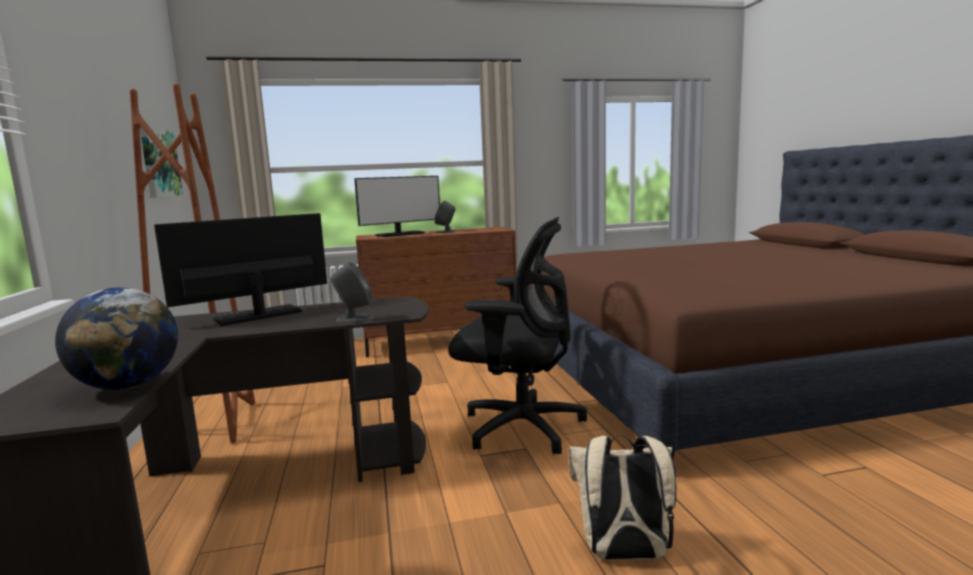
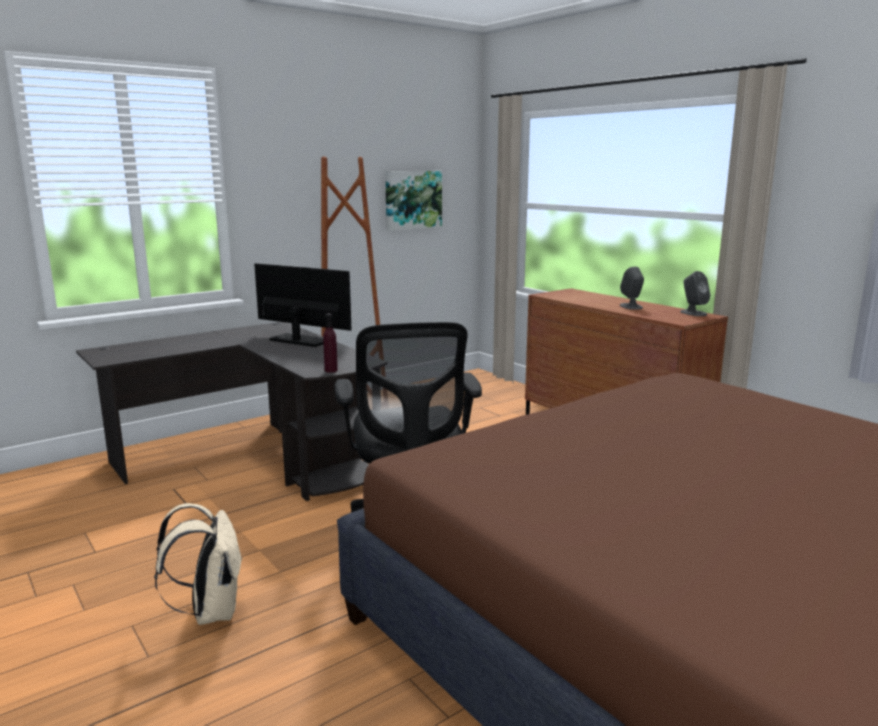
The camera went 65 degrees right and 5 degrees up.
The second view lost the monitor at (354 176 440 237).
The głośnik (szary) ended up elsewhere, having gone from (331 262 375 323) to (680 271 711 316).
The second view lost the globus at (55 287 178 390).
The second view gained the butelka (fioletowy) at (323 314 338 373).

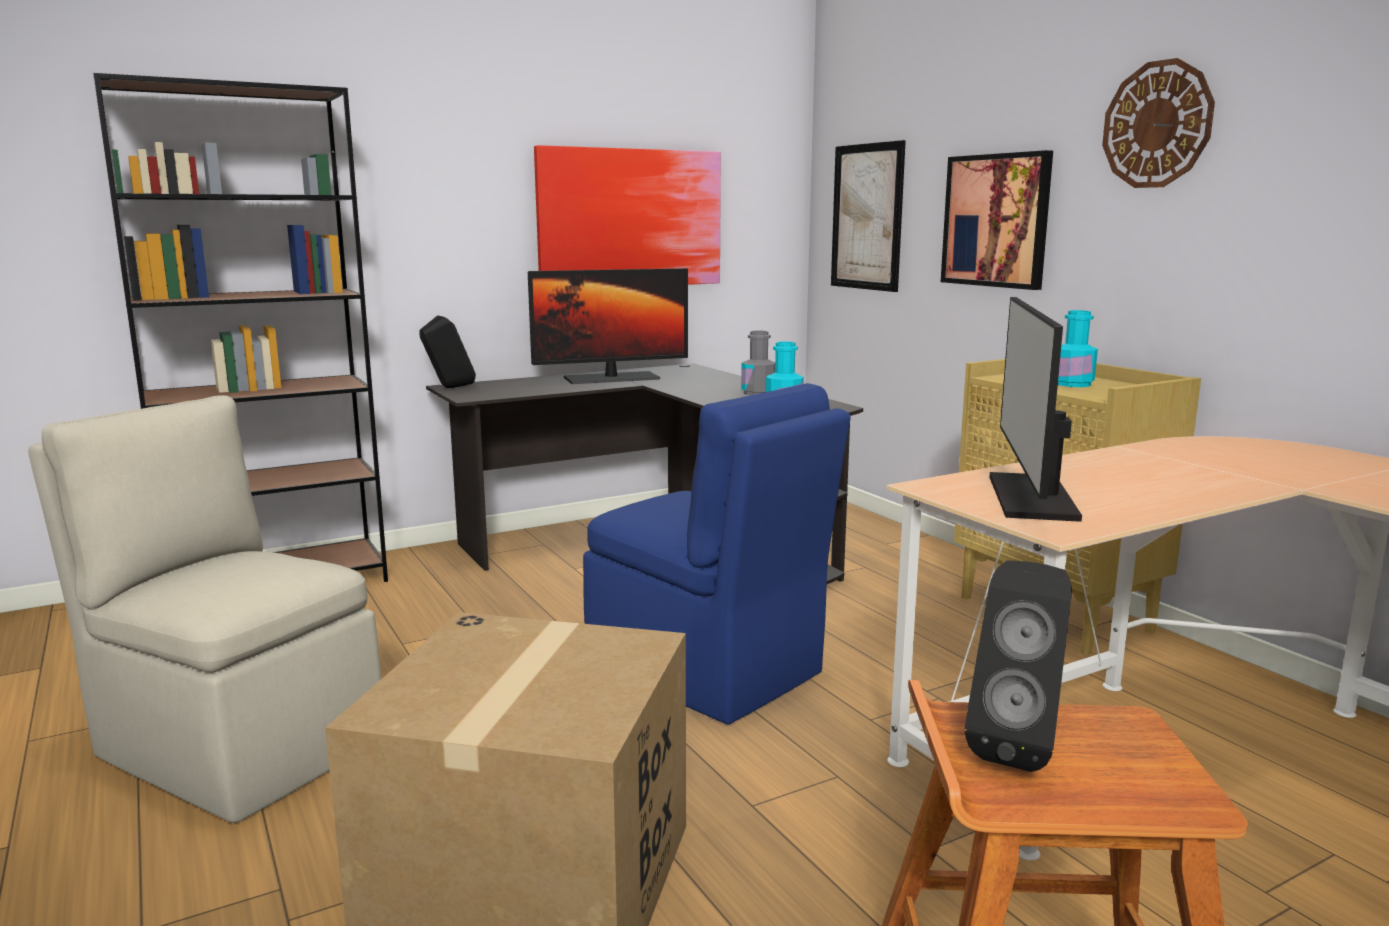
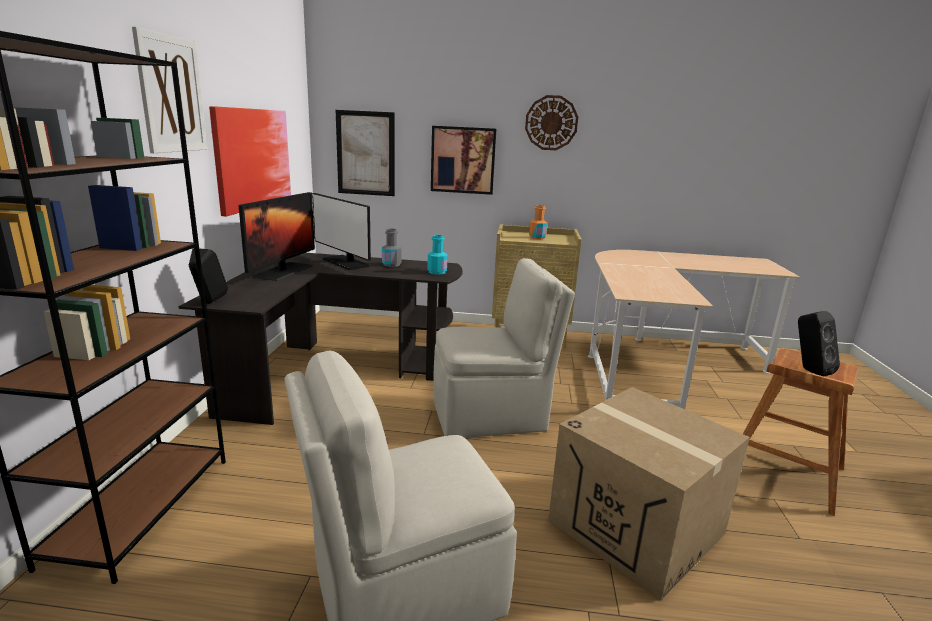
The camera went 55 degrees left and 5 degrees up.
The monitor ended up elsewhere, having gone from (989 297 1082 522) to (312 193 371 270).
What was the butelka (turkusowy) at (1058 310 1098 387) turned into the butelka (pomarańczowy) at (529 205 548 239).
What was the krzesło (niebieski) at (583 383 851 724) turned into the krzesło (beżowy) at (433 258 575 438).
The second view gained the obraz at (132 27 207 153).

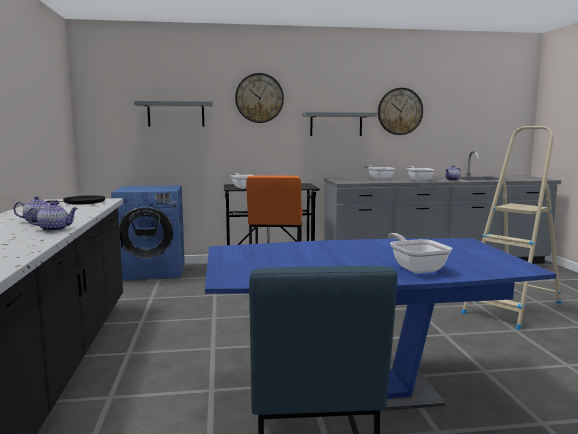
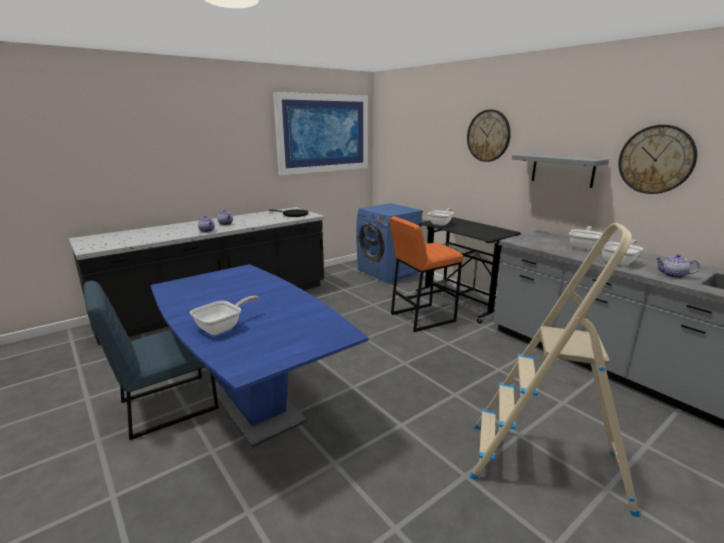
The camera went 60 degrees right and 10 degrees up.
The second view lost the półka (szary) at (134 101 213 127).
The second view gained the obraz at (273 92 368 175).

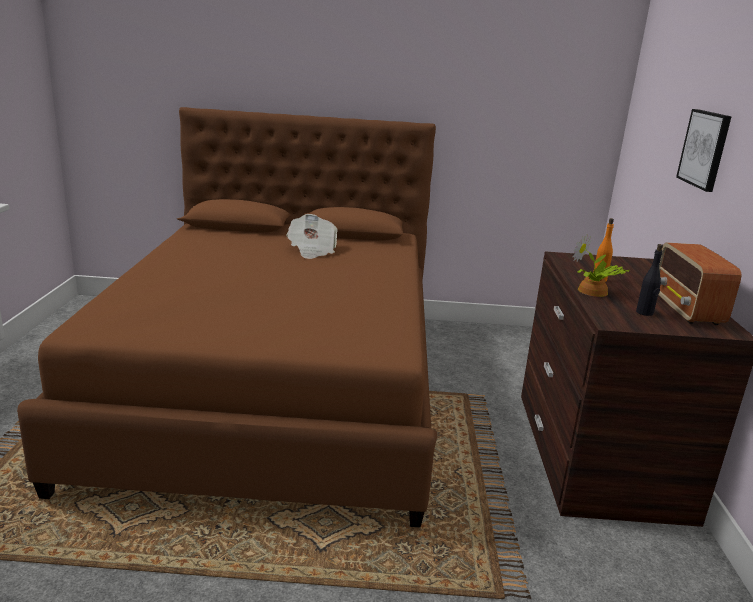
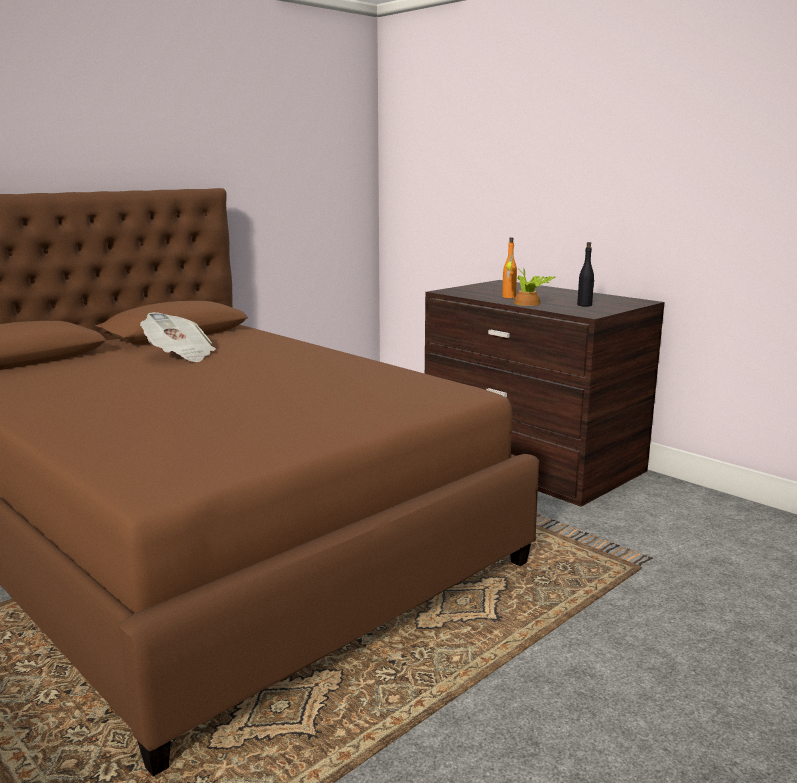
The camera went 45 degrees left and 5 degrees down.
The second view lost the obraz at (676 109 732 192).
The second view lost the radio at (658 242 742 325).

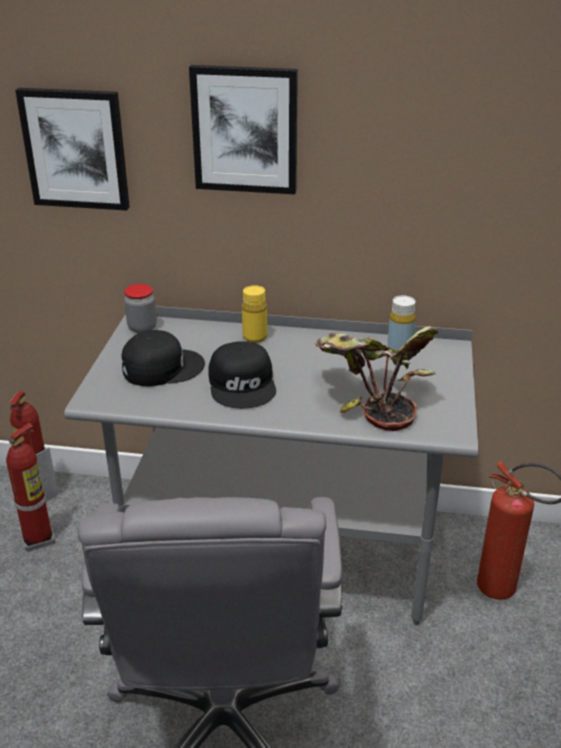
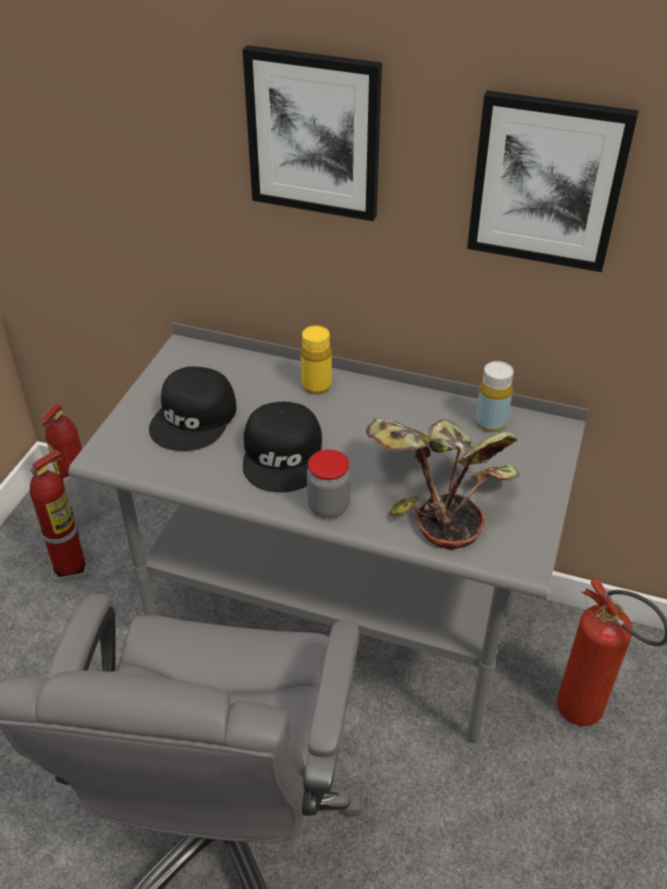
The camera went 10 degrees right and 10 degrees up.
The obraz ended up elsewhere, having gone from (15 88 130 210) to (467 90 639 272).
The słoik ended up elsewhere, having gone from (124 284 157 333) to (307 449 351 518).
The czapka z daszkiem (czarny) at (121 330 205 386) ended up facing another way, 120 degrees clockwise from before.

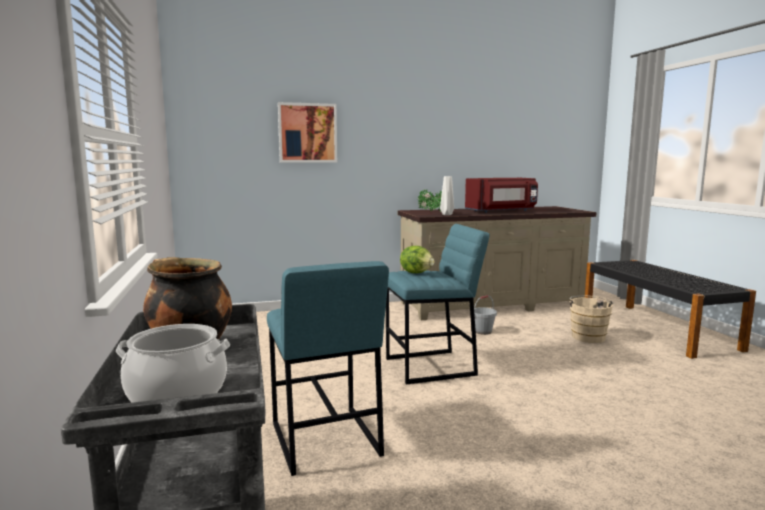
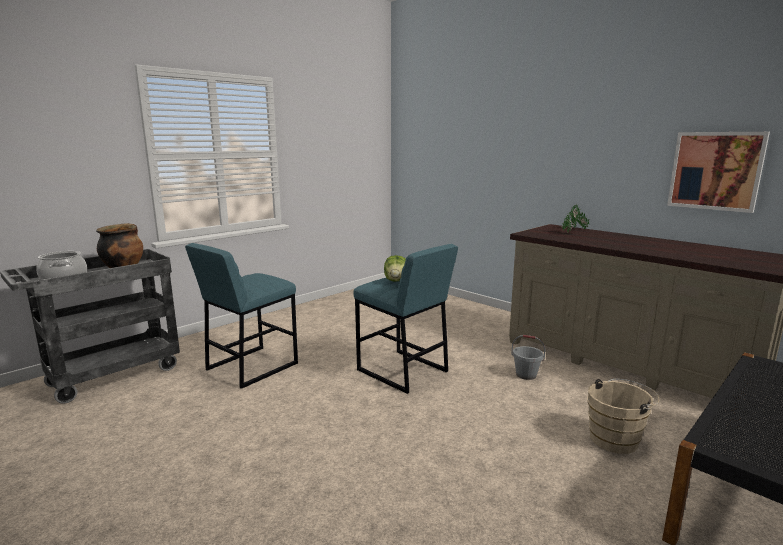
The camera went 60 degrees right and 5 degrees up.
The obraz ended up elsewhere, having gone from (278 102 337 162) to (667 132 770 213).
The second view lost the wazon (szary) at (440 176 454 215).
The second view lost the mikrofalówka (czerwony) at (465 178 538 213).

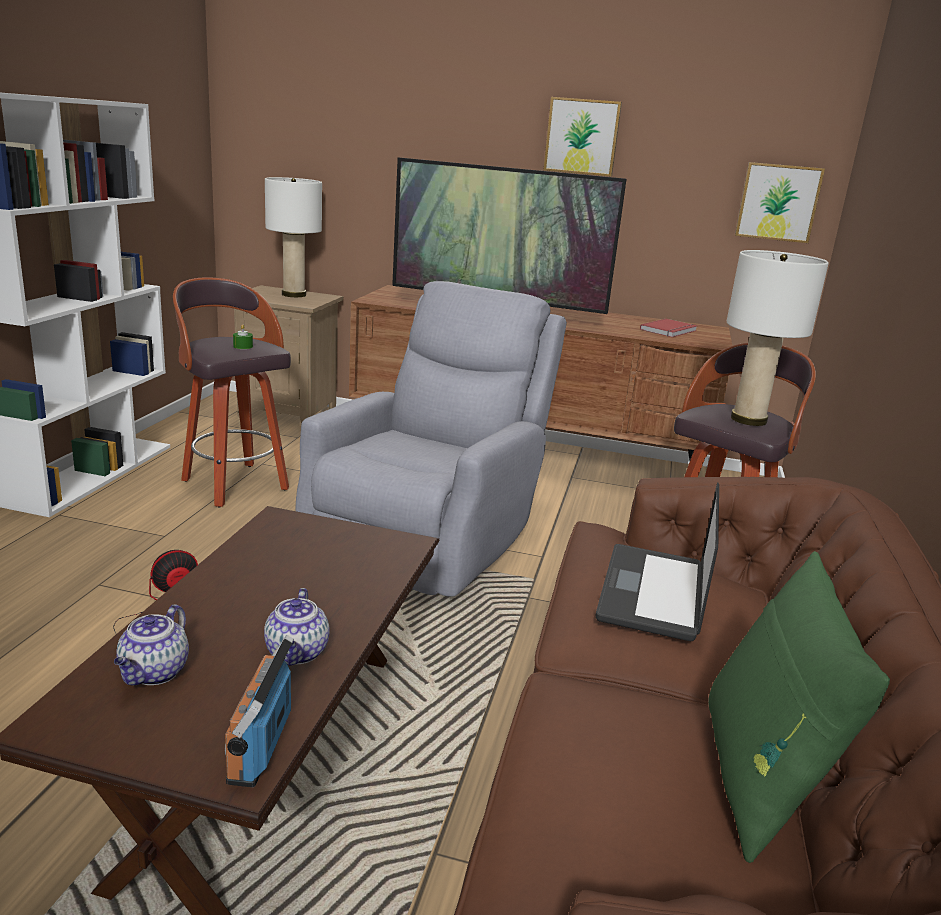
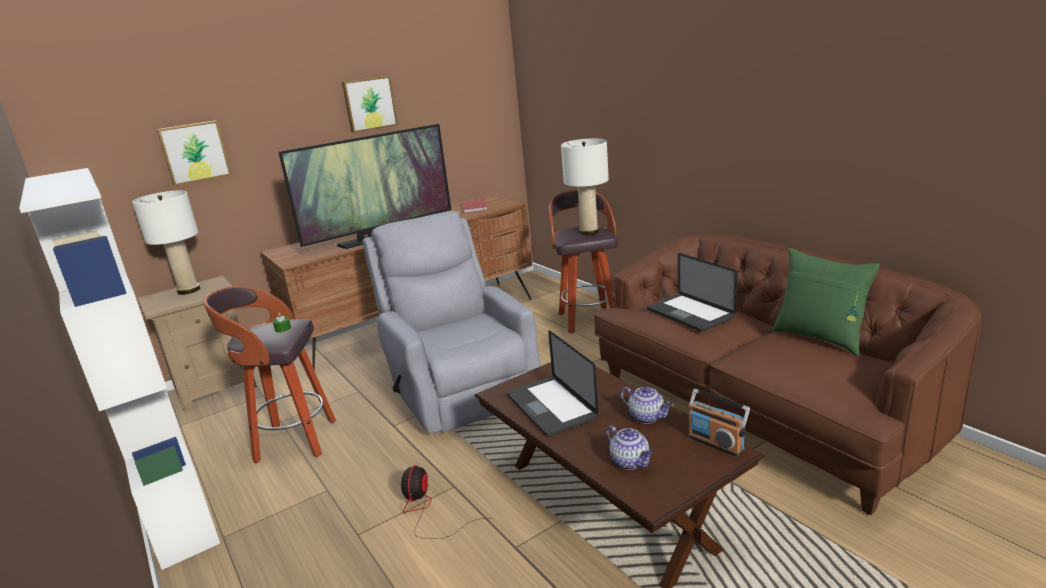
The camera went 45 degrees left and 0 degrees up.
The obraz ended up elsewhere, having gone from (735 162 825 243) to (157 120 232 185).
The second view gained the laptop at (507 330 598 437).

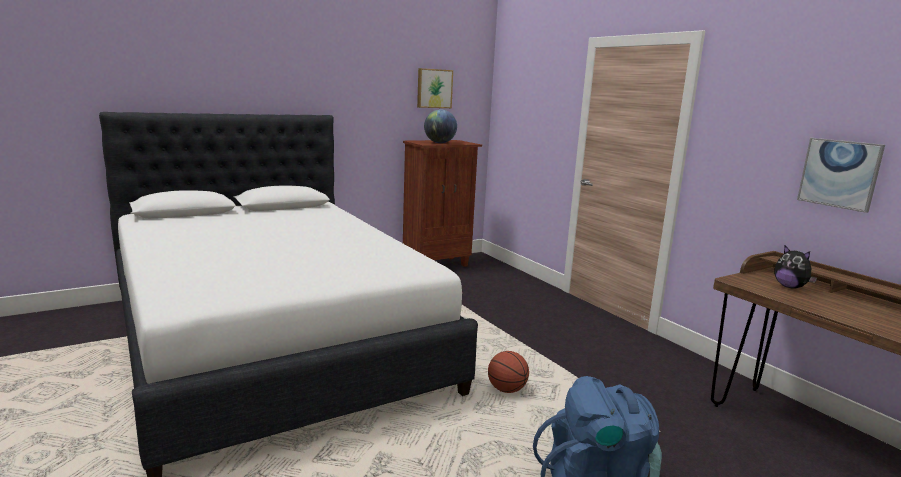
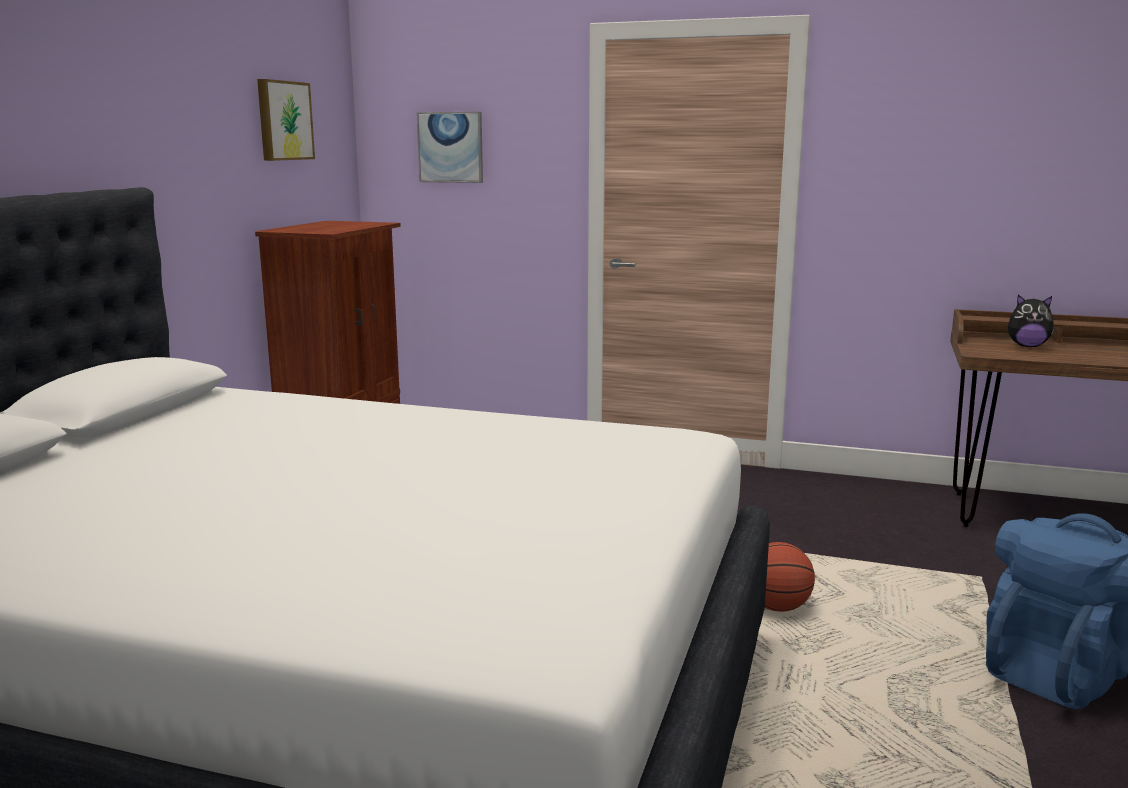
The camera went 40 degrees left and 0 degrees up.
The second view lost the globus at (424 109 457 143).
The obraz ended up elsewhere, having gone from (797 138 885 213) to (417 112 483 183).

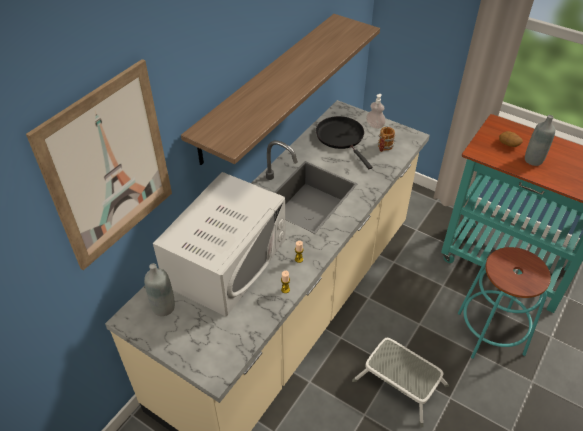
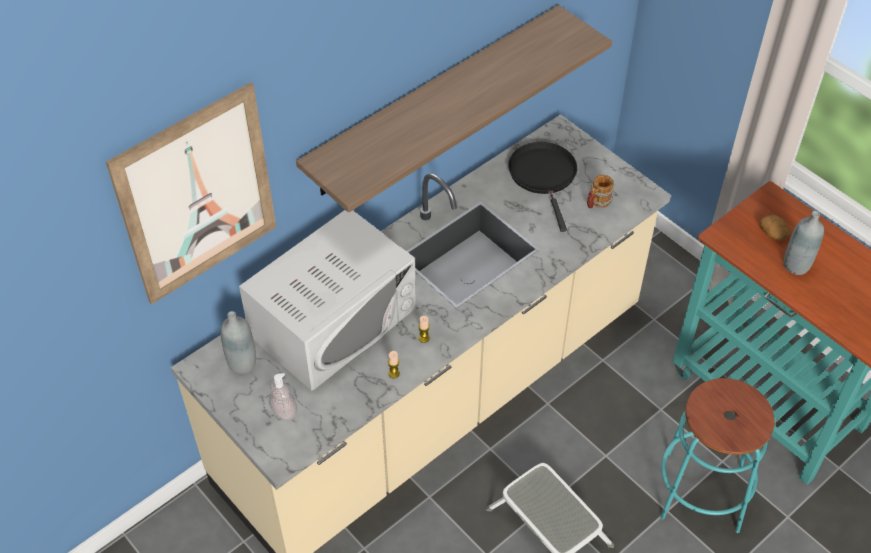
The camera went 15 degrees right and 5 degrees up.
The dozownik mydła ended up elsewhere, having gone from (366 94 386 129) to (269 373 297 421).

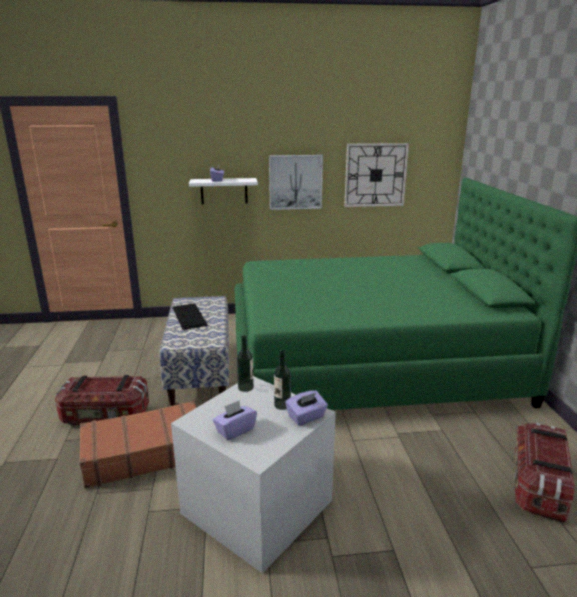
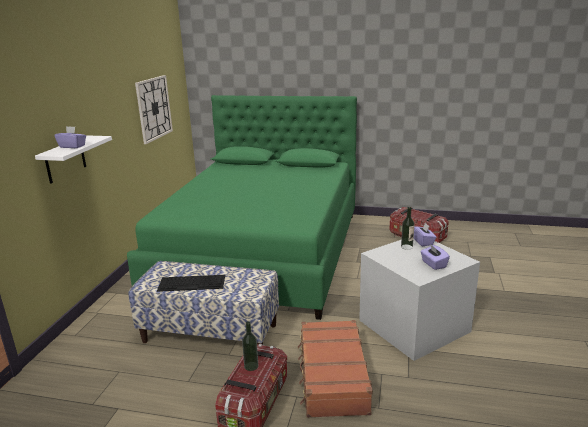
The camera went 70 degrees left and 0 degrees up.
The second view lost the obraz at (269 155 323 210).
The butelka ended up elsewhere, having gone from (237 335 254 392) to (242 321 258 371).

